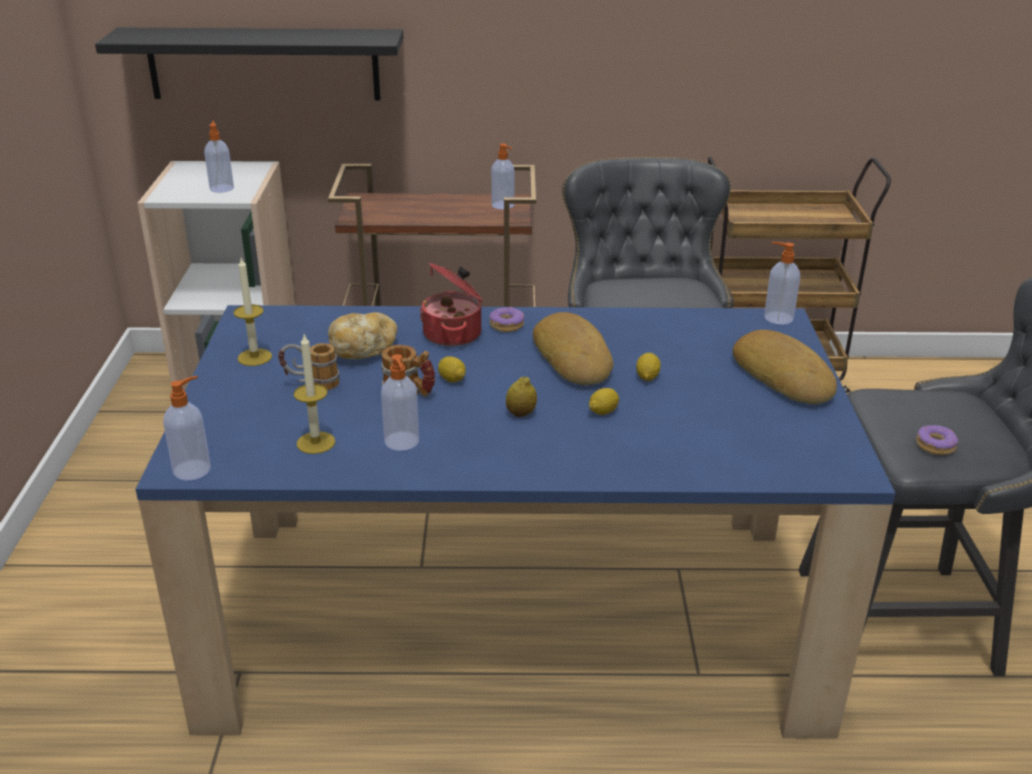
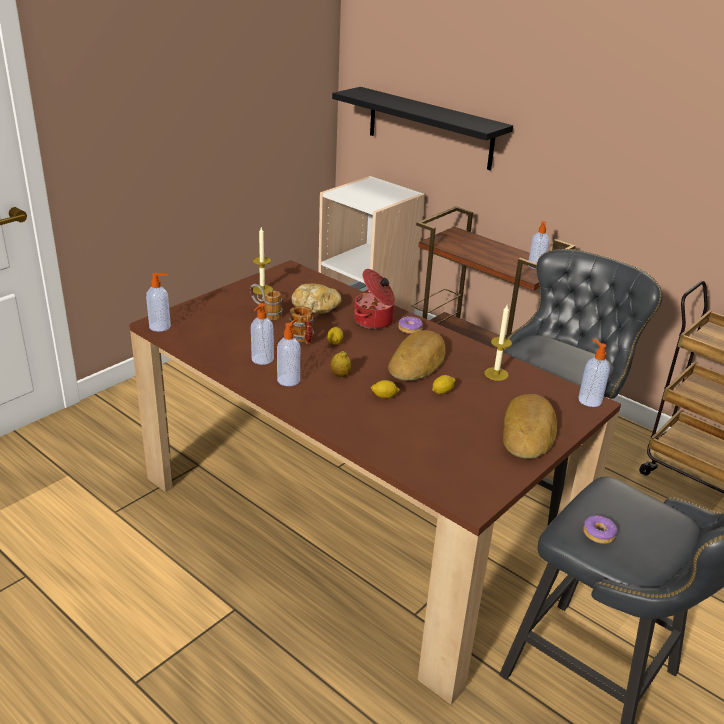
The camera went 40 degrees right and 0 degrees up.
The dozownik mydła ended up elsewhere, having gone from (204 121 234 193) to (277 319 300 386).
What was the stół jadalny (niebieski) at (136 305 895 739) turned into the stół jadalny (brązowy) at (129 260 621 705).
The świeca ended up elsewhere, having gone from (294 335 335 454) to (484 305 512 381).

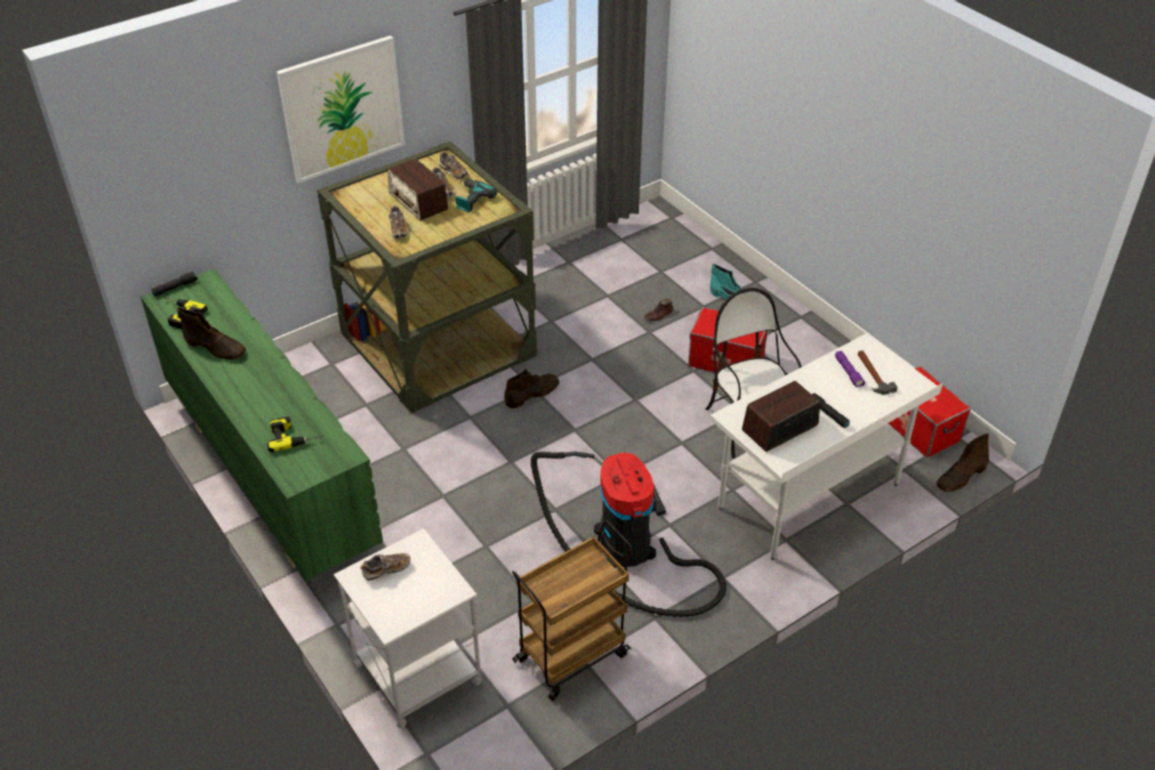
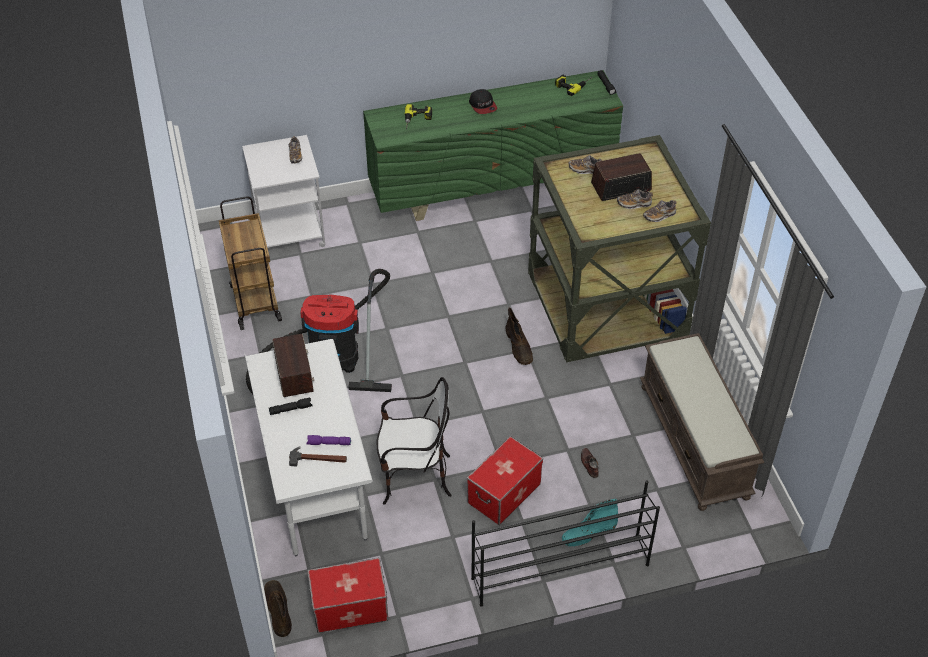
The camera went 110 degrees right and 5 degrees up.
The second view lost the obraz at (276 35 405 183).
The second view lost the wiertarka at (456 178 497 213).
The second view lost the but z cholewką (brązowy) at (177 308 246 360).
The second view gained the czapka z daszkiem at (469 89 497 114).
The second view gained the ławka (brązowy) at (640 333 764 511).
The second view gained the regał na buty (czarny) at (471 480 660 607).

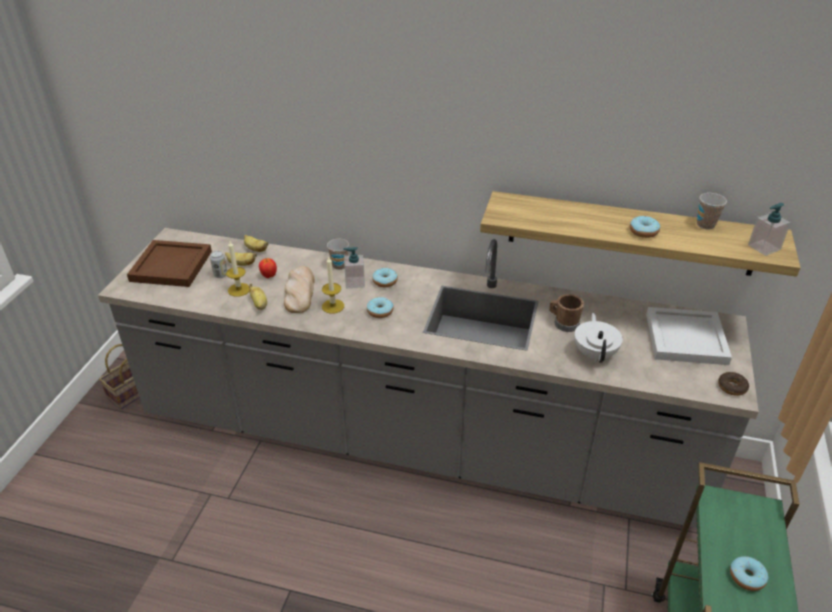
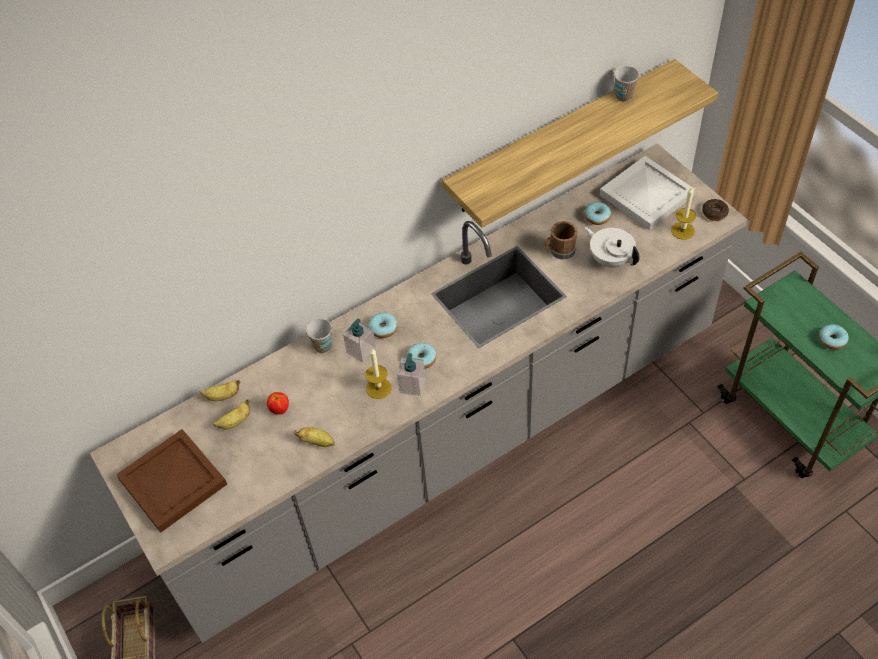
The camera went 45 degrees left and 15 degrees up.
The dozownik mydła ended up elsewhere, having gone from (748 203 791 256) to (397 353 426 396).
The donut ended up elsewhere, having gone from (630 216 660 238) to (584 202 611 225).
The świeca ended up elsewhere, having gone from (226 241 249 297) to (671 187 696 240).
The second view lost the puszka at (210 251 227 278).
The second view lost the chleb at (284 266 315 313).

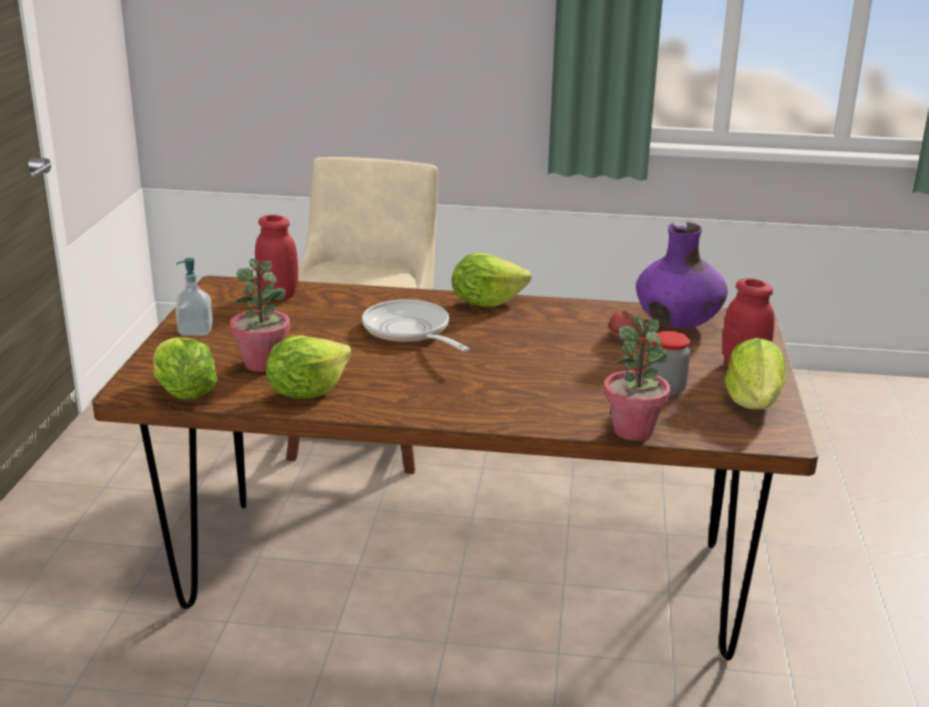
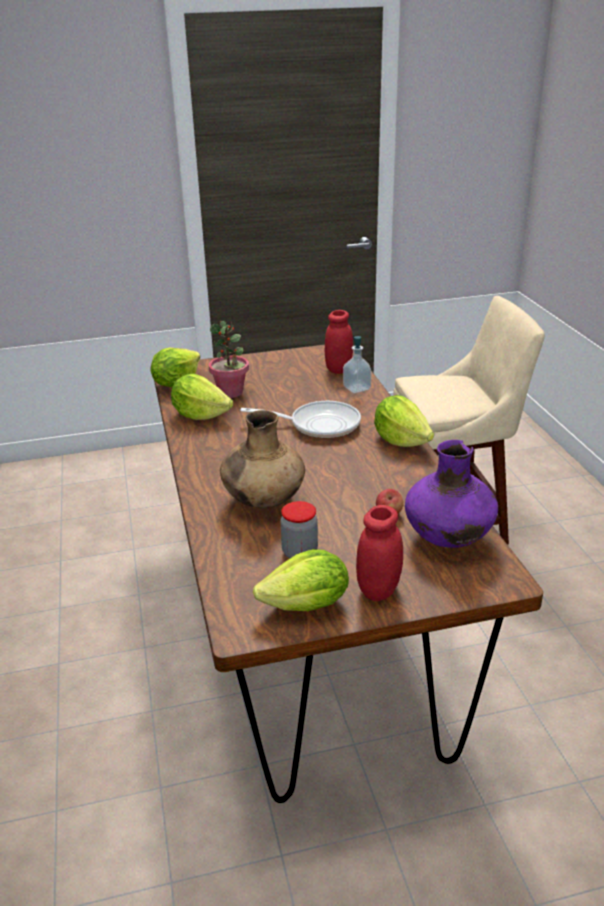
The camera went 70 degrees right and 5 degrees up.
The dozownik mydła ended up elsewhere, having gone from (175 258 213 336) to (343 336 371 393).
The patelnia at (362 299 470 352) ended up facing another way, 60 degrees clockwise from before.
The second view lost the roślina doniczkowa at (604 316 670 441).
The second view gained the wazon (brązowy) at (220 410 305 508).

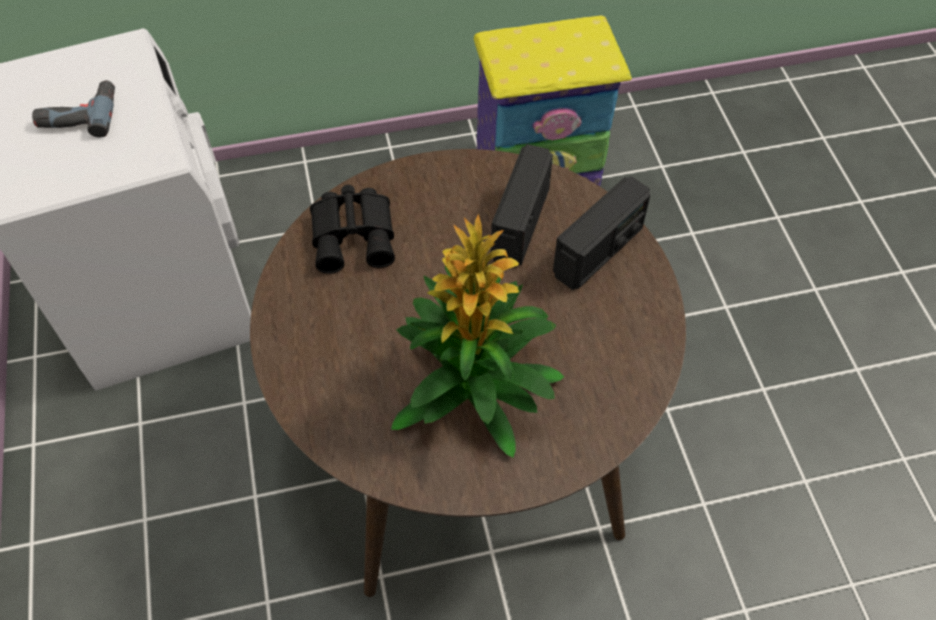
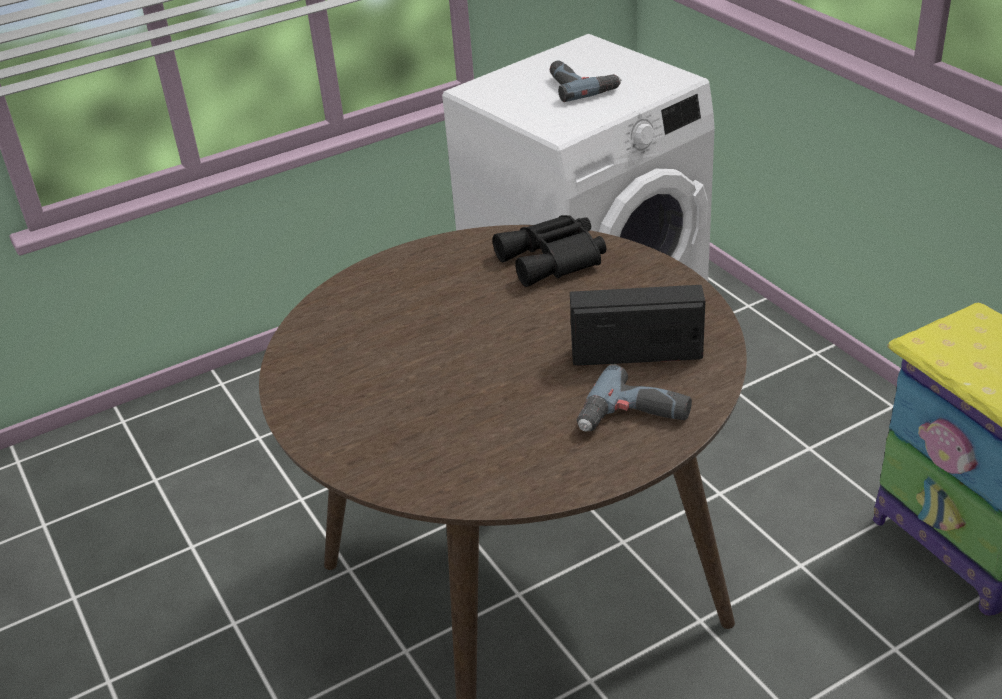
The camera went 75 degrees right and 20 degrees down.
Where the radio stood at (553 176 650 290), the wiertarka came to stand at (577 364 692 431).
The second view lost the roślina doniczkowa at (391 213 564 458).

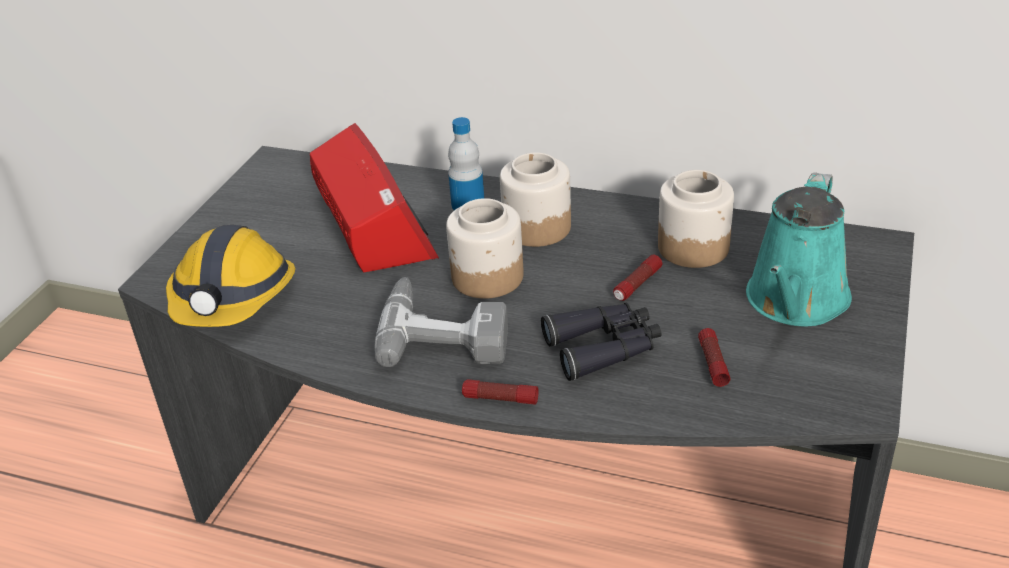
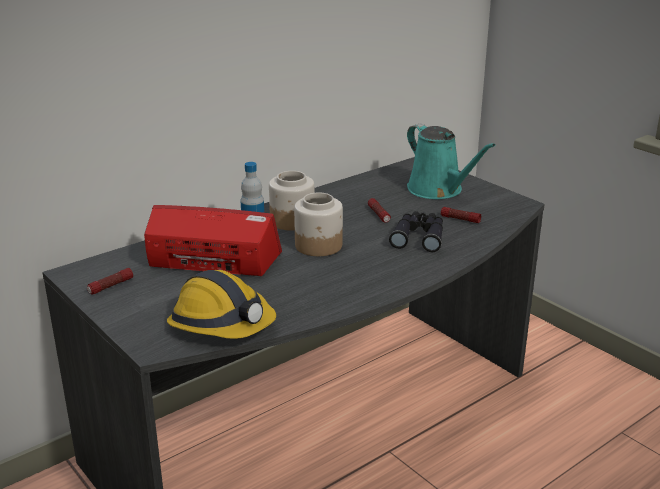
The camera went 60 degrees left and 10 degrees down.
The second view lost the słoik at (658 170 734 268).
The second view lost the wiertarka at (374 277 508 367).
The latarka ended up elsewhere, having gone from (462 379 538 405) to (87 268 133 295).

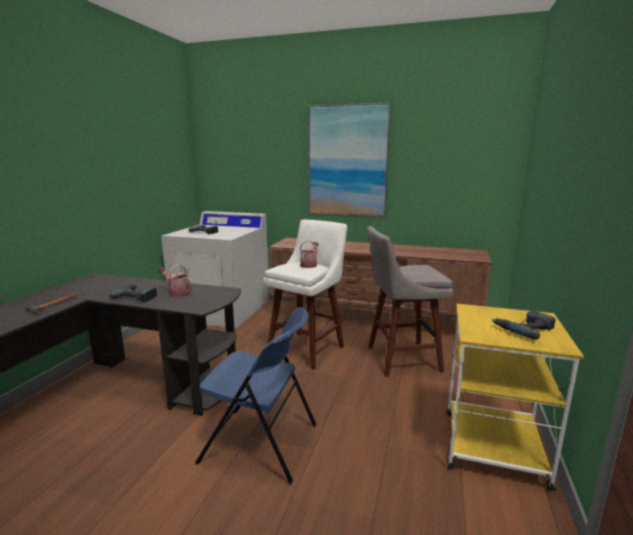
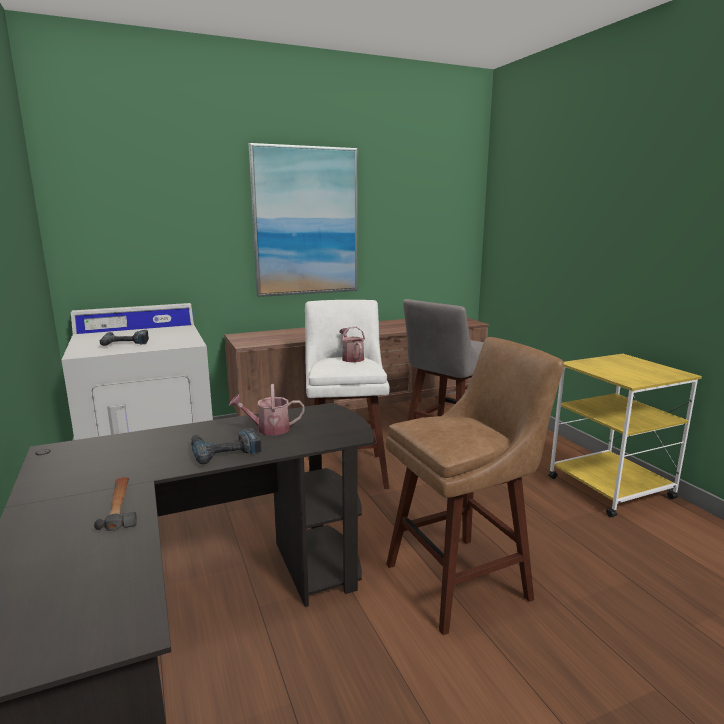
The camera went 40 degrees left and 0 degrees up.
Where the krzesło (niebieski) stood at (196 307 316 485), the stołek (brązowy) came to stand at (386 337 564 635).
The second view lost the wiertarka at (492 311 555 340).

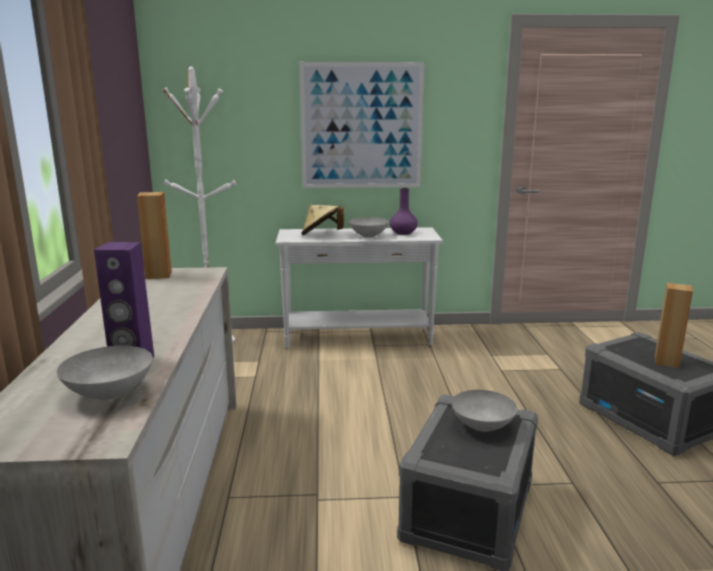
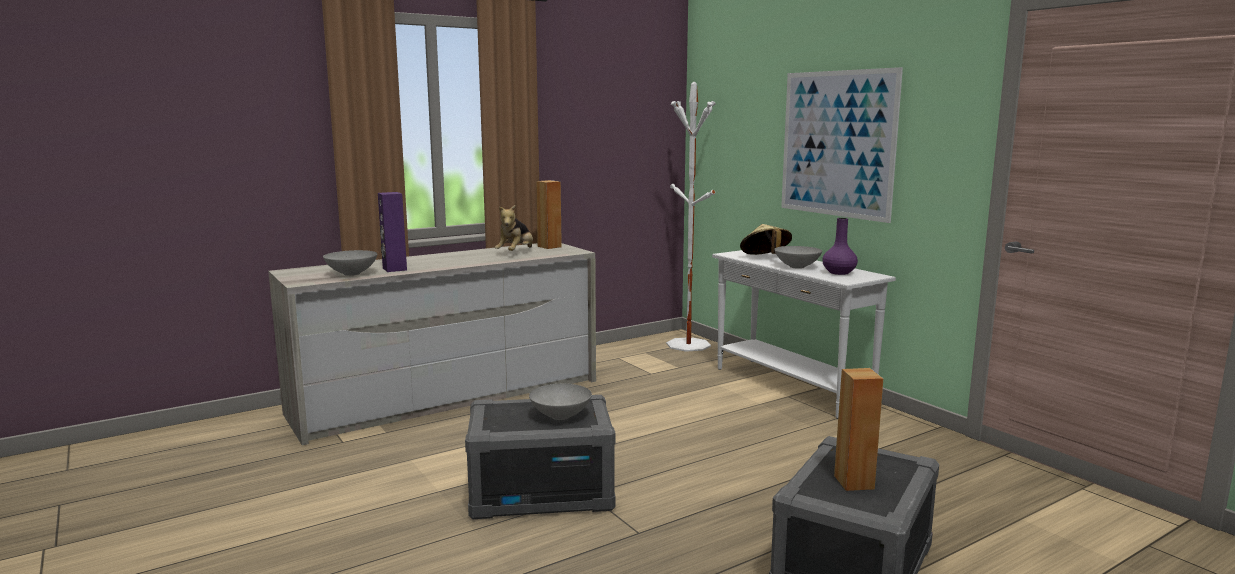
The camera went 60 degrees right and 5 degrees down.
The second view gained the pluszak at (495 205 533 251).

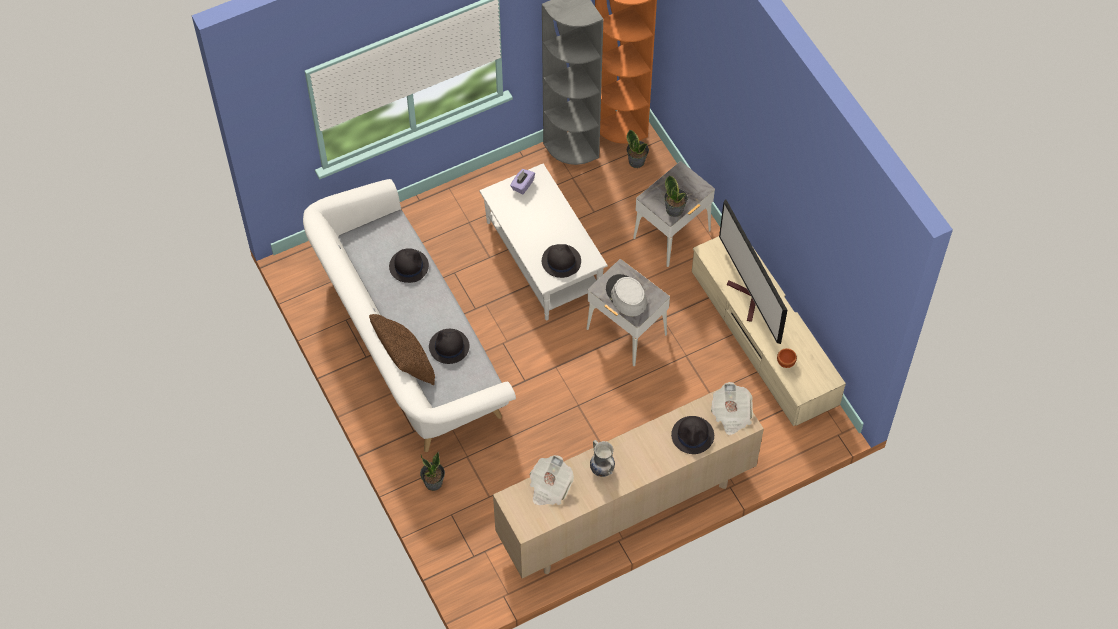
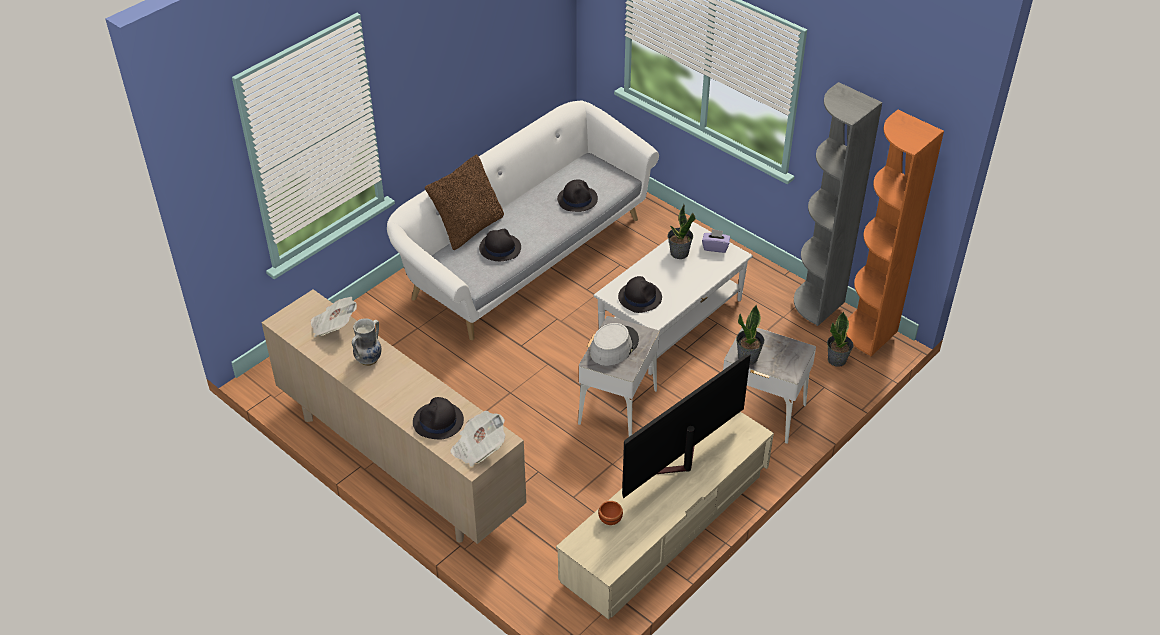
The camera went 70 degrees right and 15 degrees down.
The roślina doniczkowa ended up elsewhere, having gone from (420 452 445 491) to (668 204 695 259).

